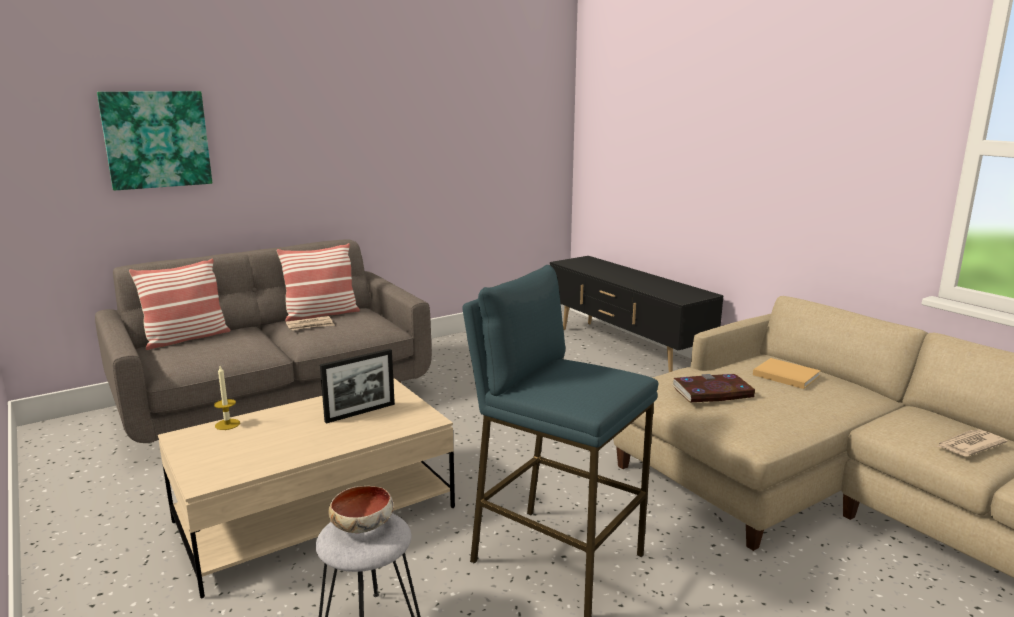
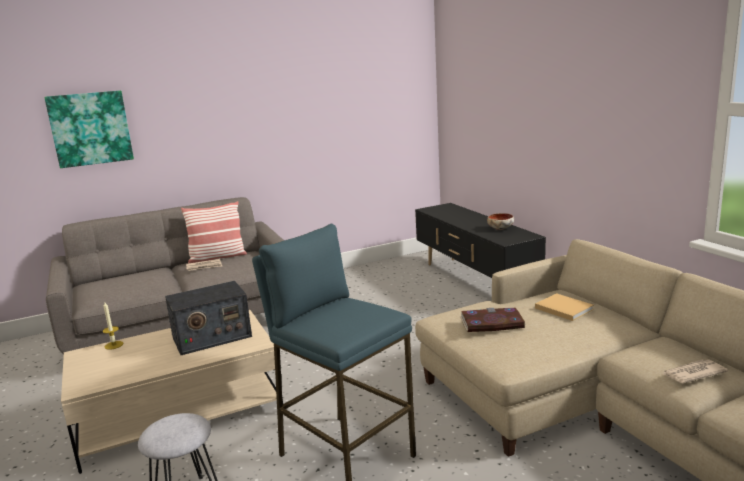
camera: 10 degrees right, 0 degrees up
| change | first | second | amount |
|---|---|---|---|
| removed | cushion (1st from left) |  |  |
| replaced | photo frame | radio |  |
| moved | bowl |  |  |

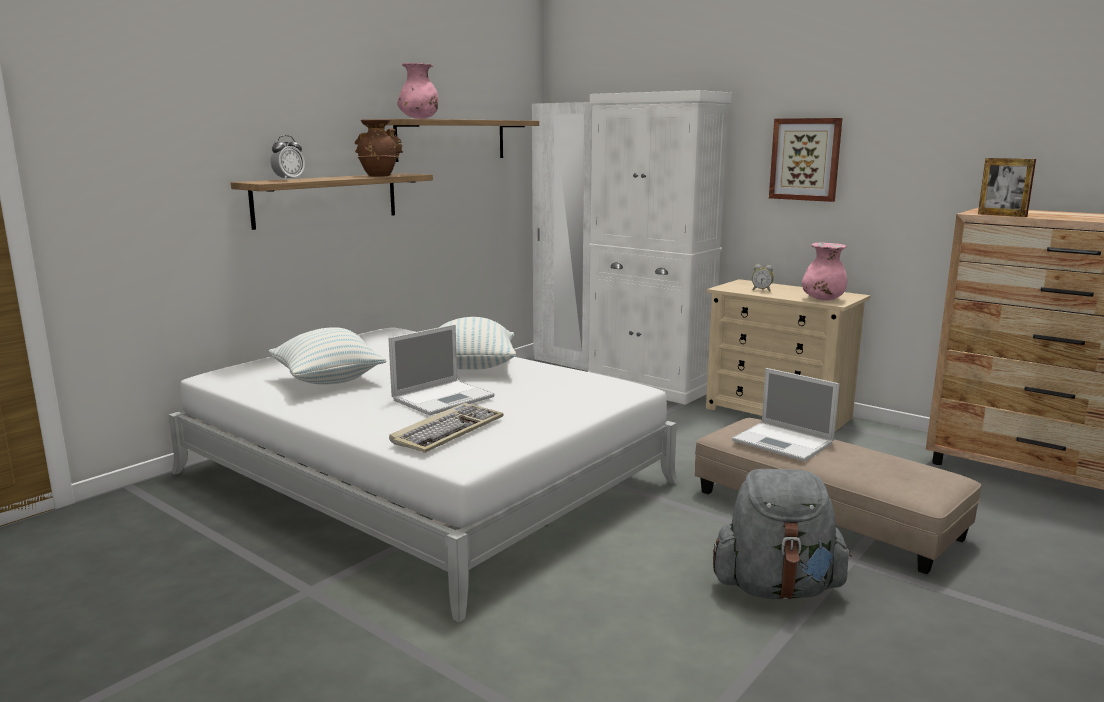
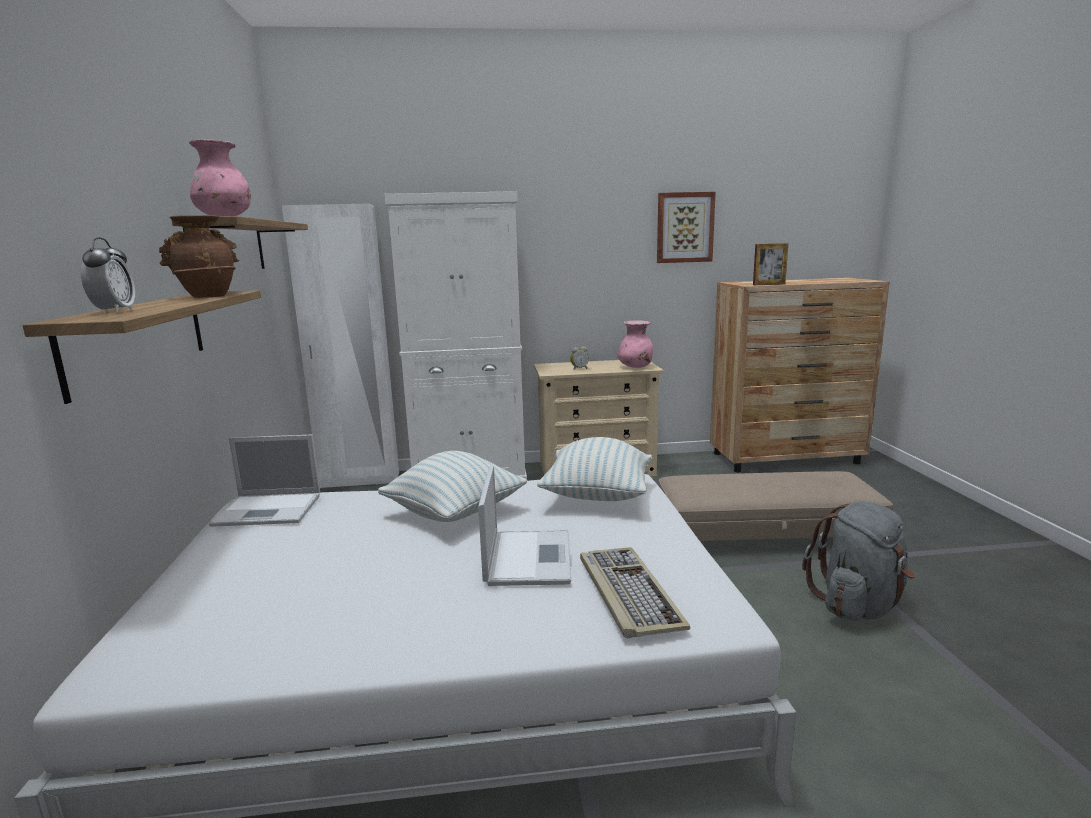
camera: 45 degrees left, 0 degrees up
| change | first | second | amount |
|---|---|---|---|
| moved | cushion (1st from left in the first image) | cushion (2nd from left) |  |
| moved | laptop (2nd from left in the first image) | laptop (1st from left) |  |
| moved | wall picture |  |  |

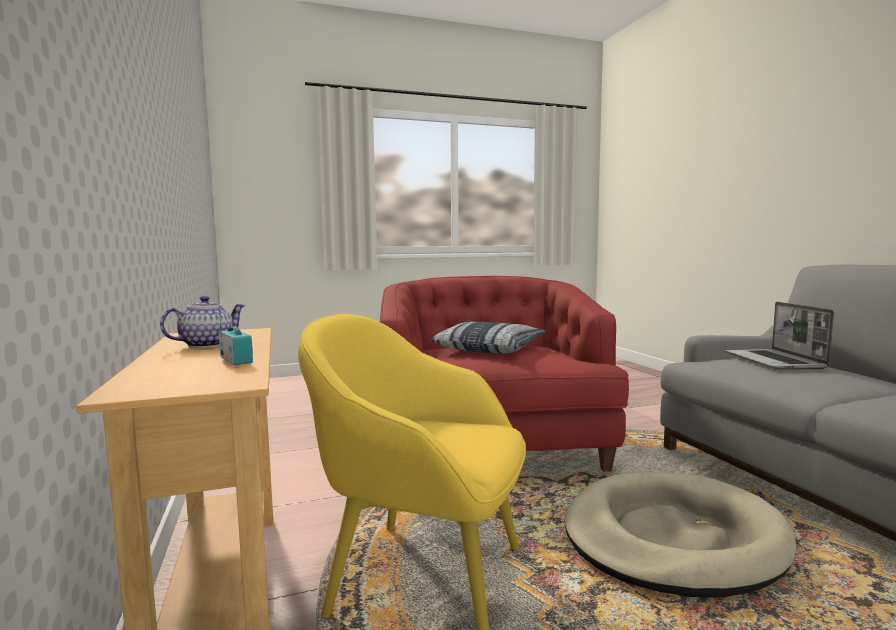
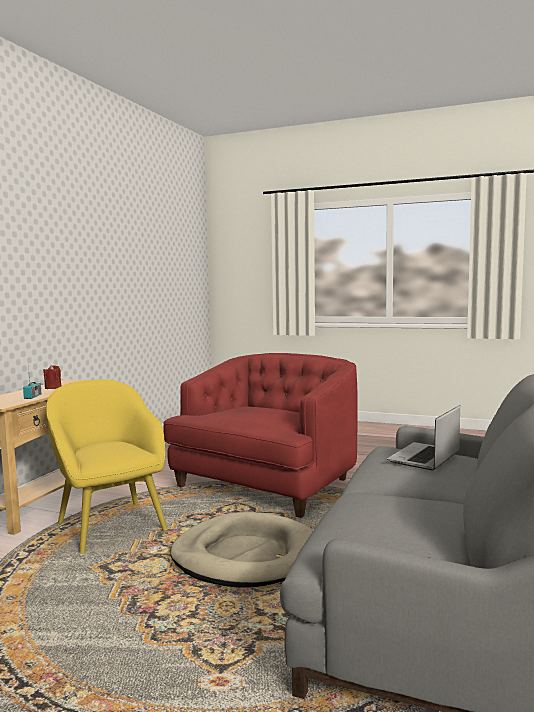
camera: 40 degrees right, 0 degrees up
| change | first | second | amount |
|---|---|---|---|
| replaced | pot for tea | wax light in red |  |
| removed | cushion |  |  |

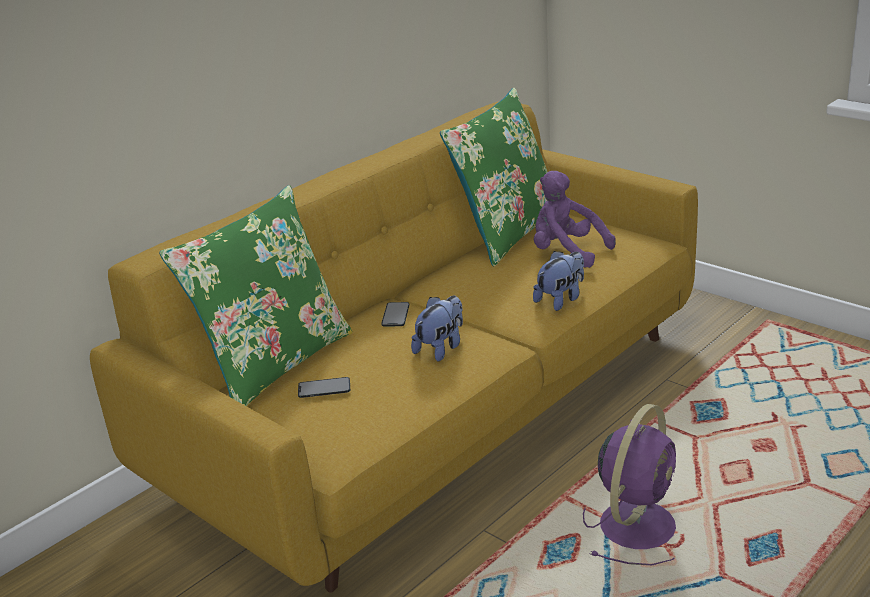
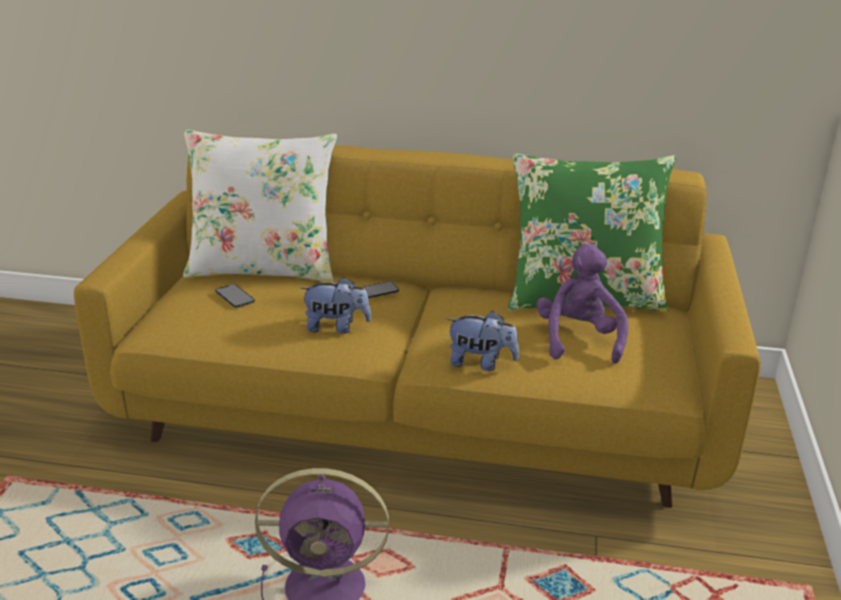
camera: 55 degrees right, 0 degrees up
| change | first | second | amount |
|---|---|---|---|
| recoloured | cushion in greenish (1st from left) | cushion in white |  |

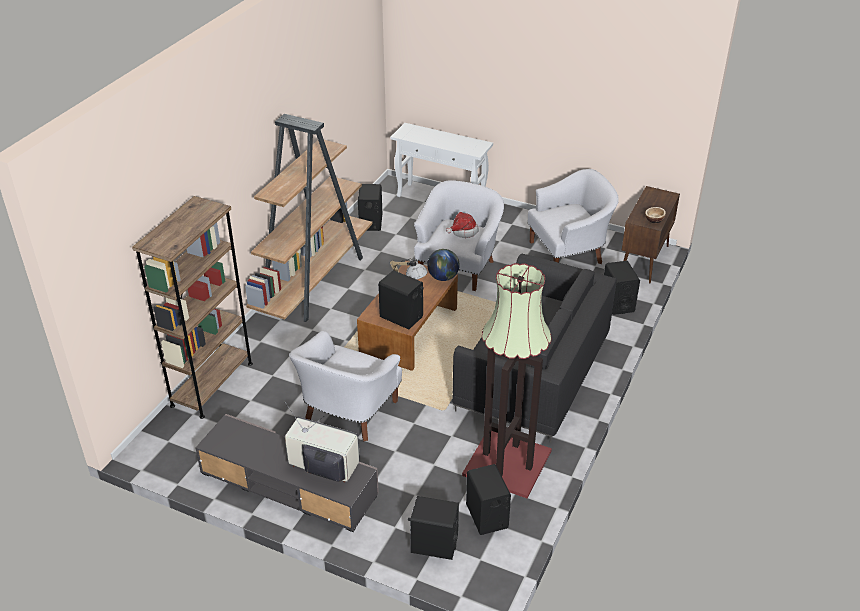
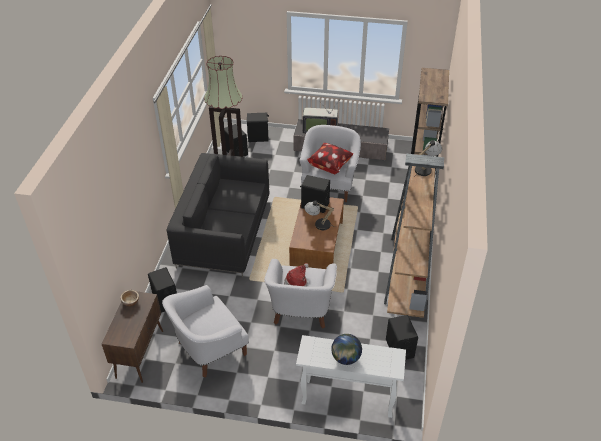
camera: 165 degrees right, 5 degrees up
| change | first | second | amount |
|---|---|---|---|
| moved | world globe |  |  |
| added |  | cushion |  |
| added |  | tabletop lamp (2nd from left) |  |

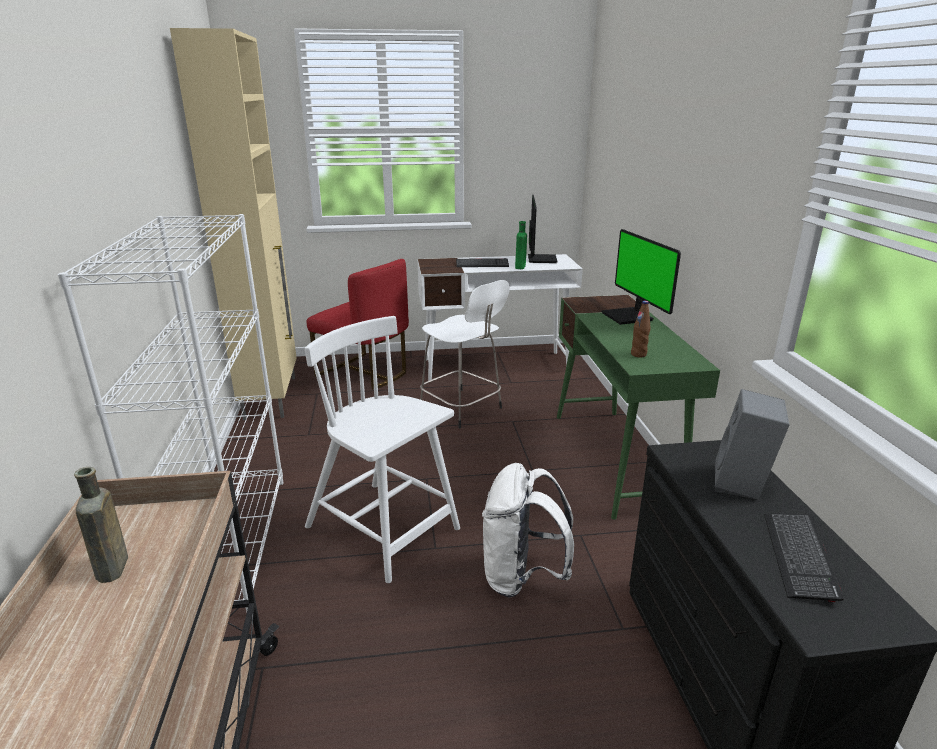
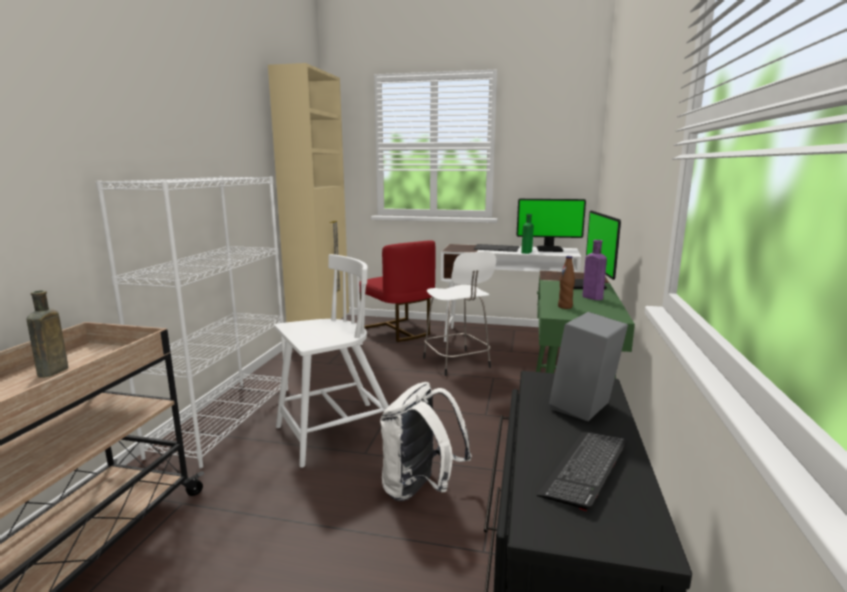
camera: 20 degrees right, 10 degrees down
| change | first | second | amount |
|---|---|---|---|
| turned | plain chair in white |  | 90 degrees clockwise |
| turned | computer display (1st from left) |  | 75 degrees clockwise |
| added |  | beverage bottle in purple |  |

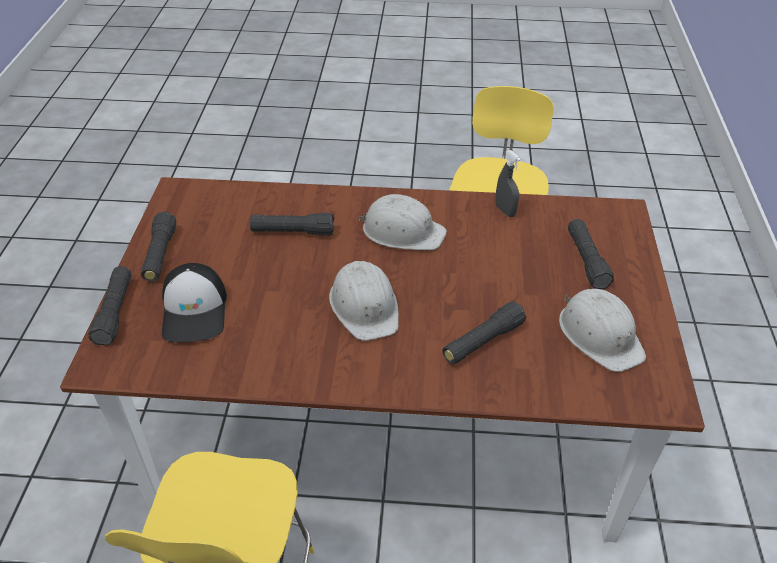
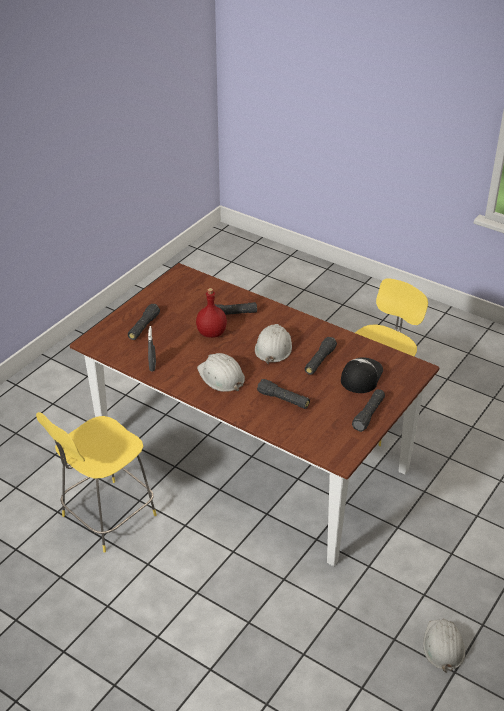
camera: 150 degrees left, 5 degrees down
| change | first | second | amount |
|---|---|---|---|
| moved | flashlight in black-coloured (1st from left in the first image) | flashlight in black-coloured (4th from left) |  |
| moved | safety helmet in white (3rd from left) |  |  |
| added |  | beverage bottle in red |  |

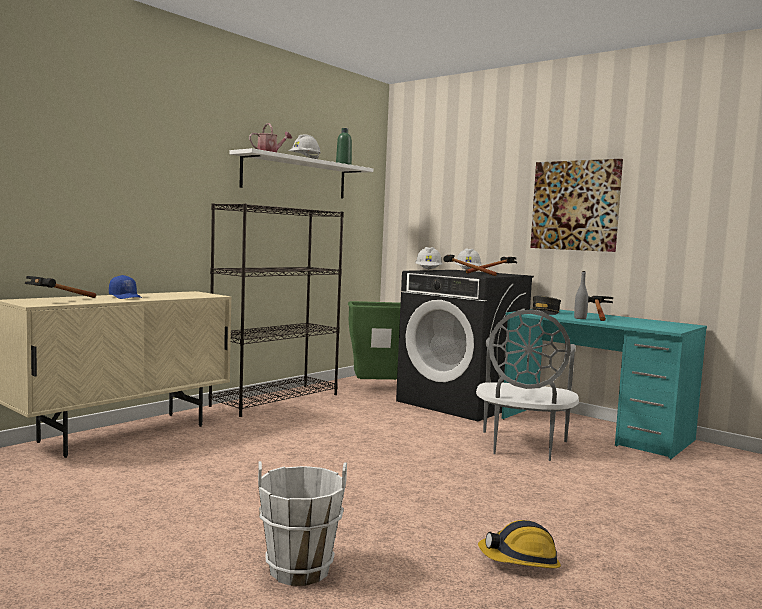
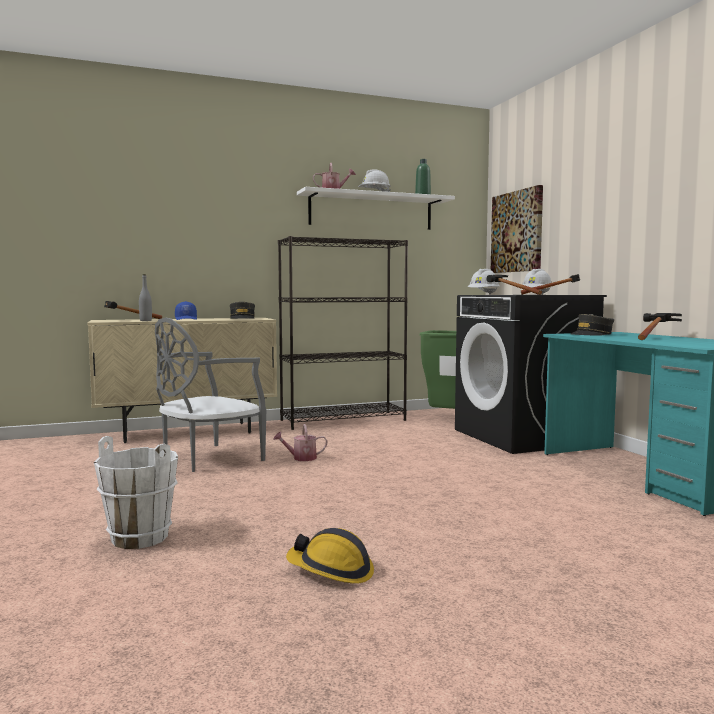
camera: 30 degrees right, 0 degrees up
| change | first | second | amount |
|---|---|---|---|
| moved | plain chair in greyish |  |  |
| moved | wall picture |  |  |
| moved | beverage bottle in greyish |  |  |
| added |  | peaked cap in greyish (1st from left) |  |
| added |  | sprinkling can (1st from left) |  |

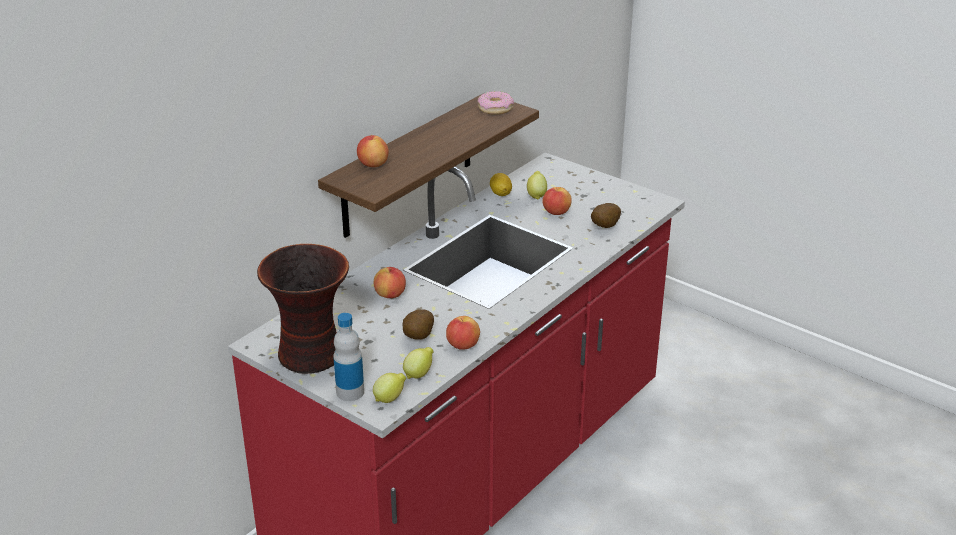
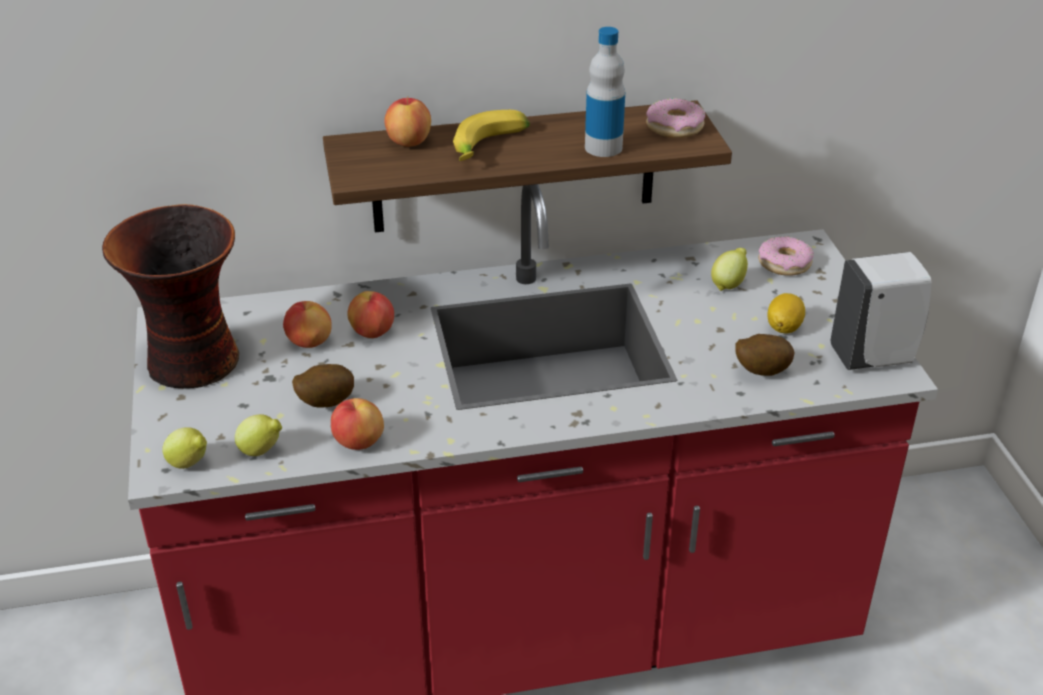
camera: 40 degrees right, 5 degrees up
| change | first | second | amount |
|---|---|---|---|
| moved | beverage bottle |  |  |
| moved | whole lemon (3rd from left in the first image) | whole lemon (4th from left) |  |
| moved | apple (4th from left in the first image) | apple (1st from left) |  |
| added |  | banana |  |
| added |  | doughnut (2nd from left) |  |
| added |  | soap dispenser in white |  |

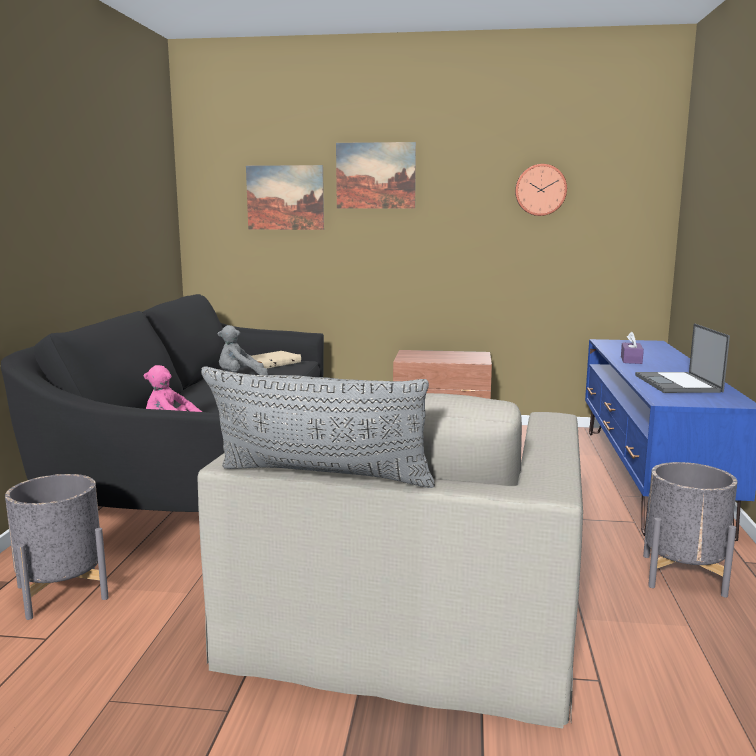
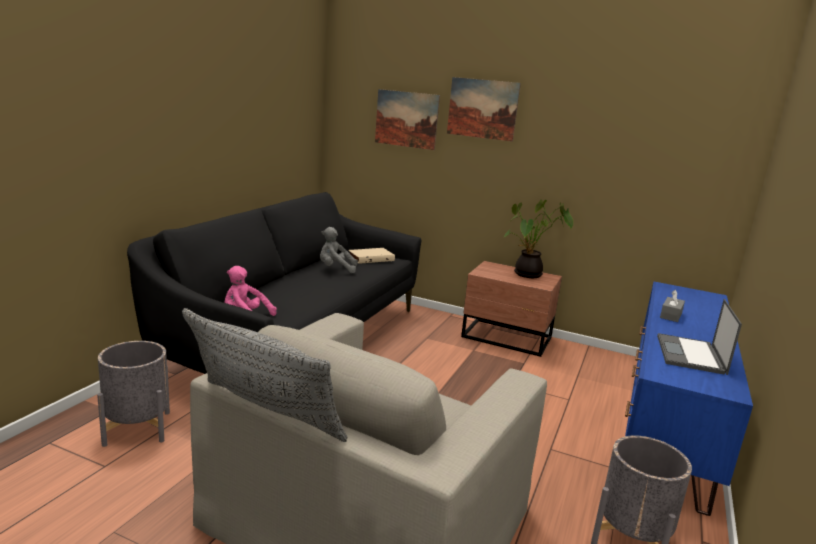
camera: 15 degrees right, 5 degrees up
| change | first | second | amount |
|---|---|---|---|
| removed | hanging clock |  |  |
| recoloured | box of tissues in purple | box of tissues in greyish |  |
| added |  | potted plant |  |

